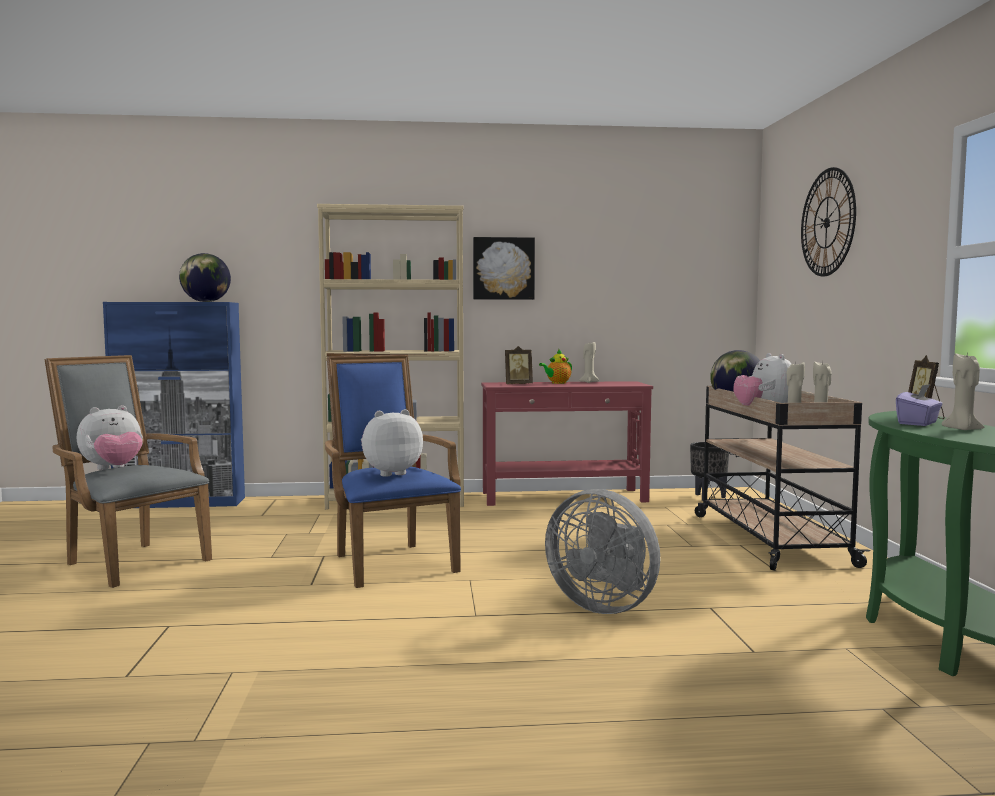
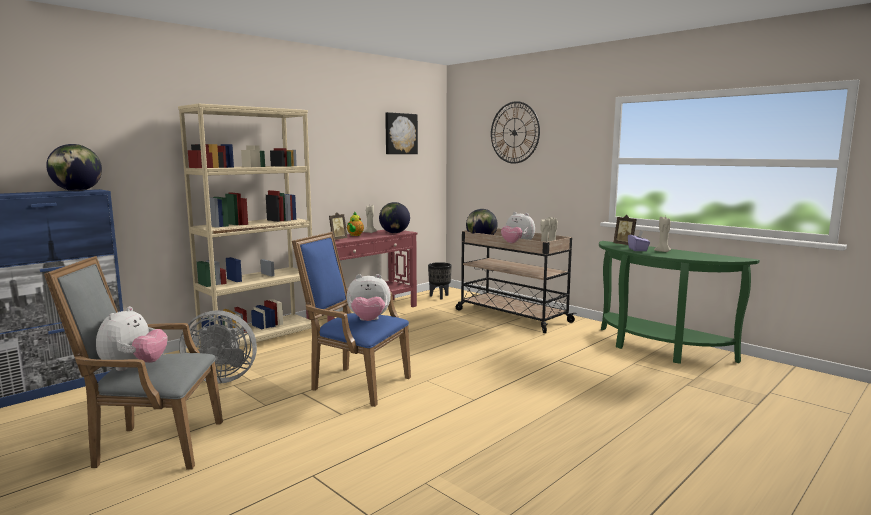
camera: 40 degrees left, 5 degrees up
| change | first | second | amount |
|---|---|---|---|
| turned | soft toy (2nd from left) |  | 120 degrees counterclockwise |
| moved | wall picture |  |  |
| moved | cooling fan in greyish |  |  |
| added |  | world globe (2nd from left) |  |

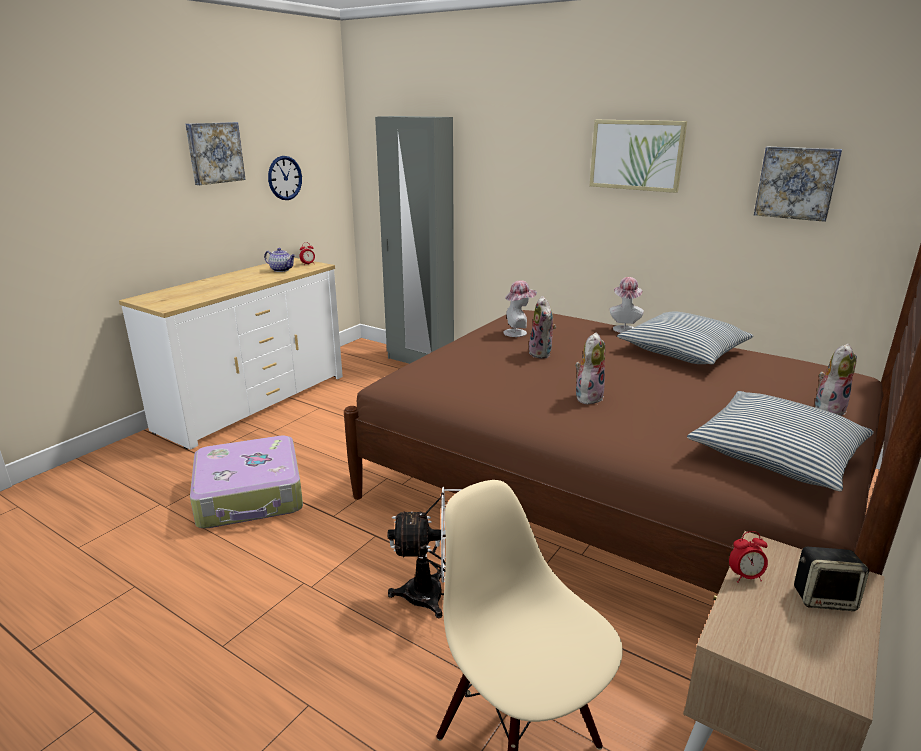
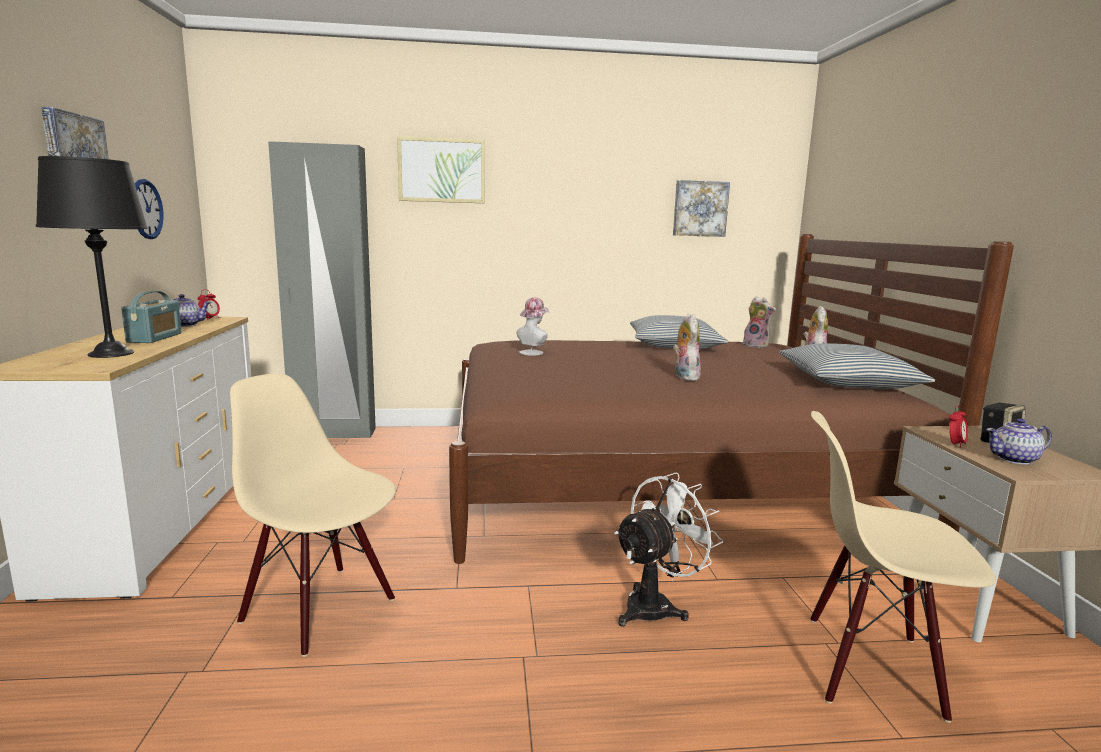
camera: 40 degrees left, 10 degrees down
| change | first | second | amount |
|---|---|---|---|
| replaced | piece of luggage | plain chair in beige-coloured (1st from left) |  |
| moved | soft toy (1st from left in the first image) | soft toy (2nd from left) |  |
| moved | wall picture (2nd from left) |  |  |
| removed | hat (2nd from left) |  |  |
| added |  | tabletop lamp in black-coloured |  |
| added |  | radio |  |
| added |  | pot for tea (2nd from left) |  |

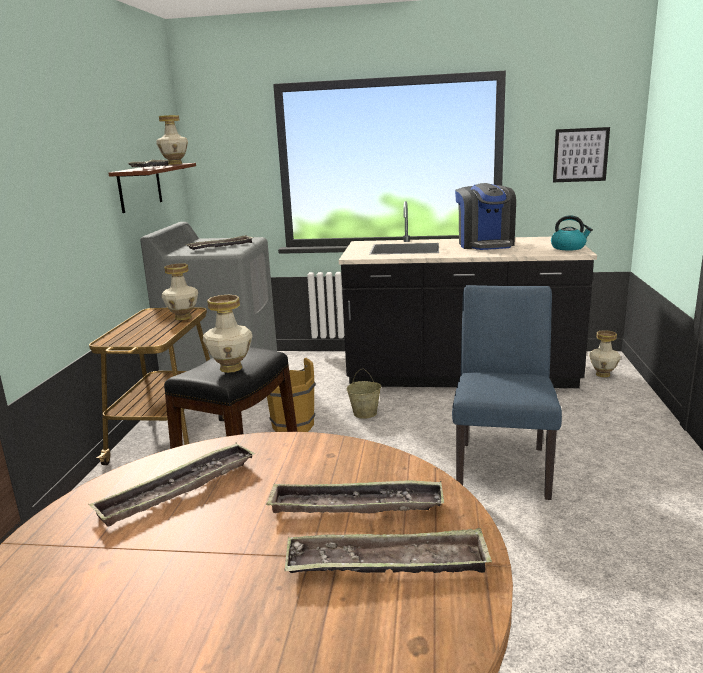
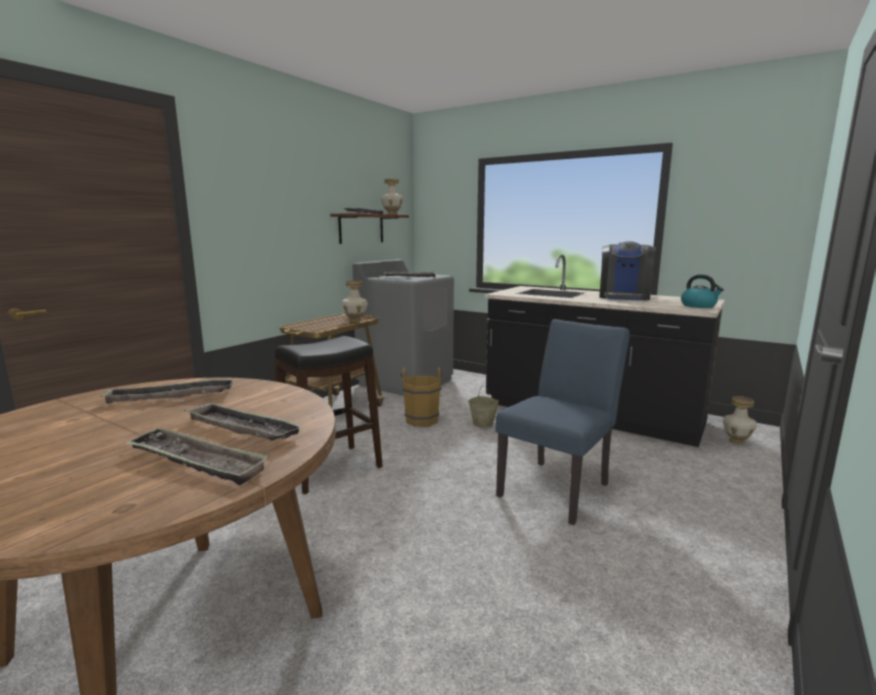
camera: 25 degrees right, 5 degrees down
| change | first | second | amount |
|---|---|---|---|
| removed | decorative vase (3rd from left) |  |  |
| removed | wall picture |  |  |

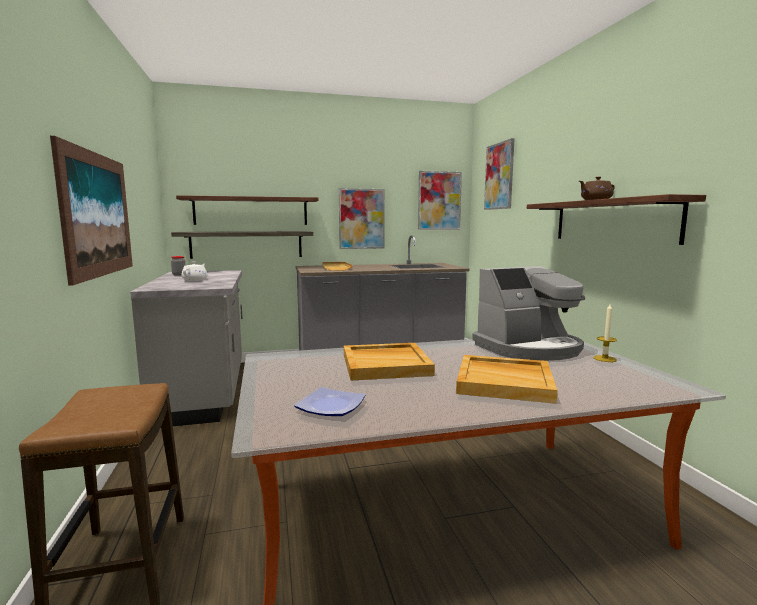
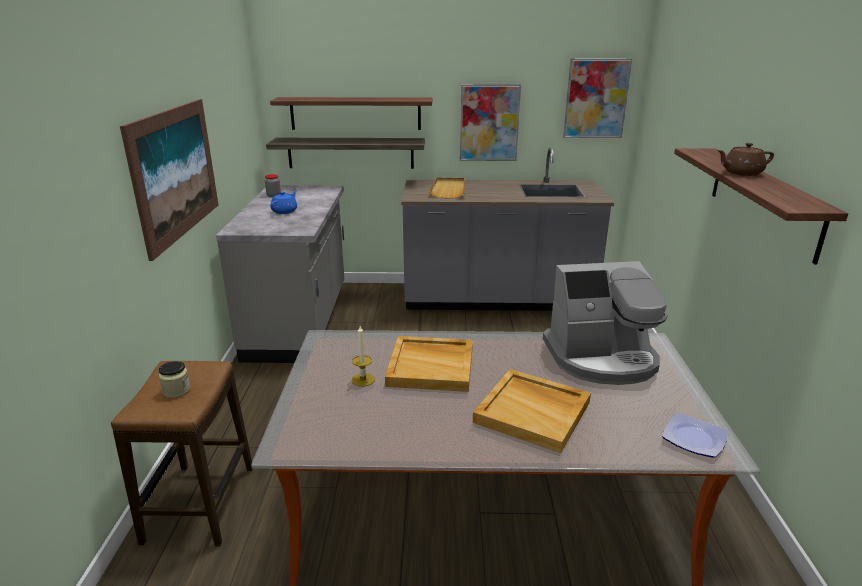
camera: 15 degrees right, 15 degrees up
| change | first | second | amount |
|---|---|---|---|
| recoloured | pot for tea in white | pot for tea in bluish |  |
| moved | flat dish |  |  |
| removed | wall picture (4th from left) |  |  |
| moved | wax light |  |  |
| added |  | storage jar (1st from left) |  |

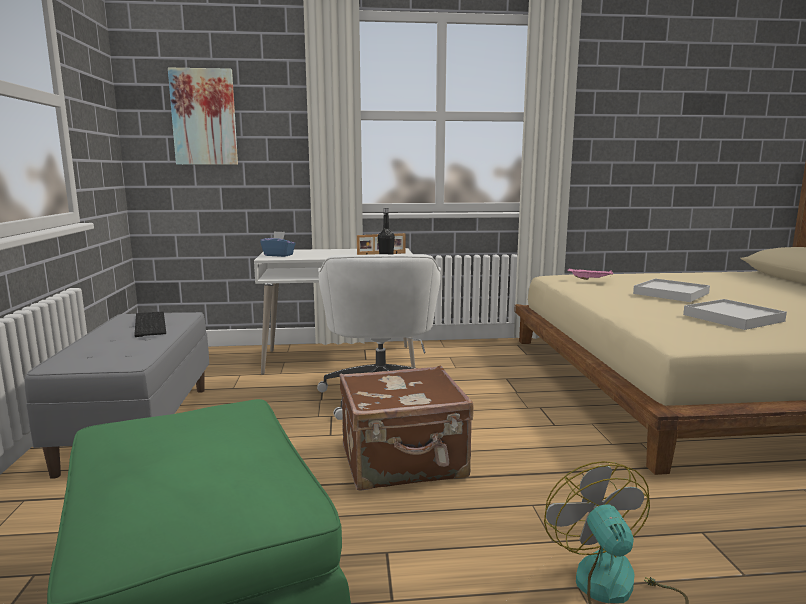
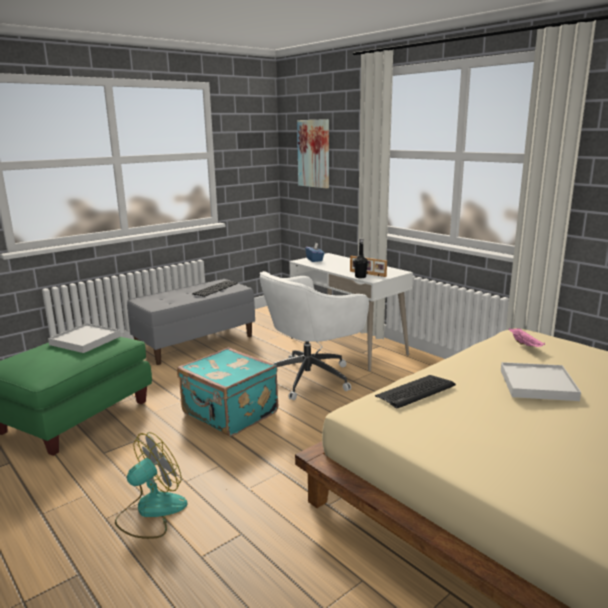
camera: 55 degrees right, 5 degrees up
| change | first | second | amount |
|---|---|---|---|
| recoloured | piece of luggage in brown | piece of luggage in turquoise-coloured |  |
| moved | carrying tray in white (2nd from left in the first image) | carrying tray in white (1st from left) |  |
| added |  | computer keyboard (2nd from left) |  |

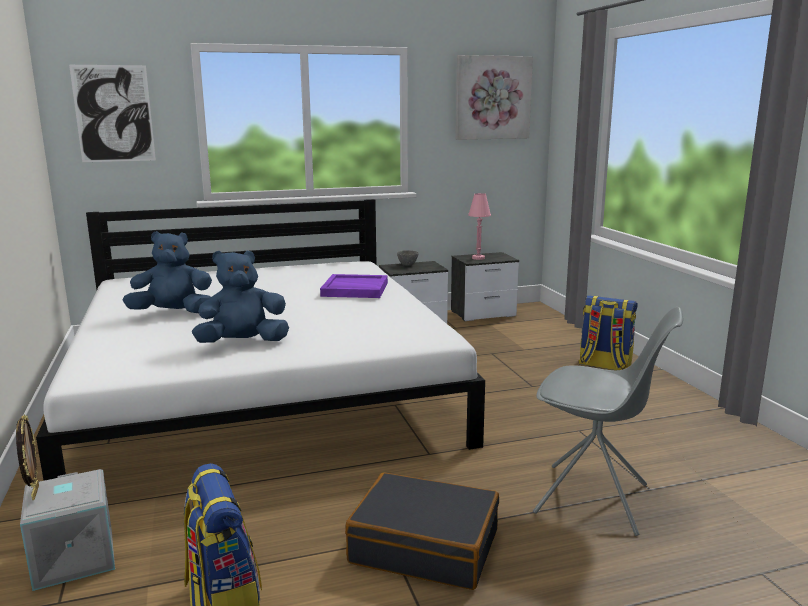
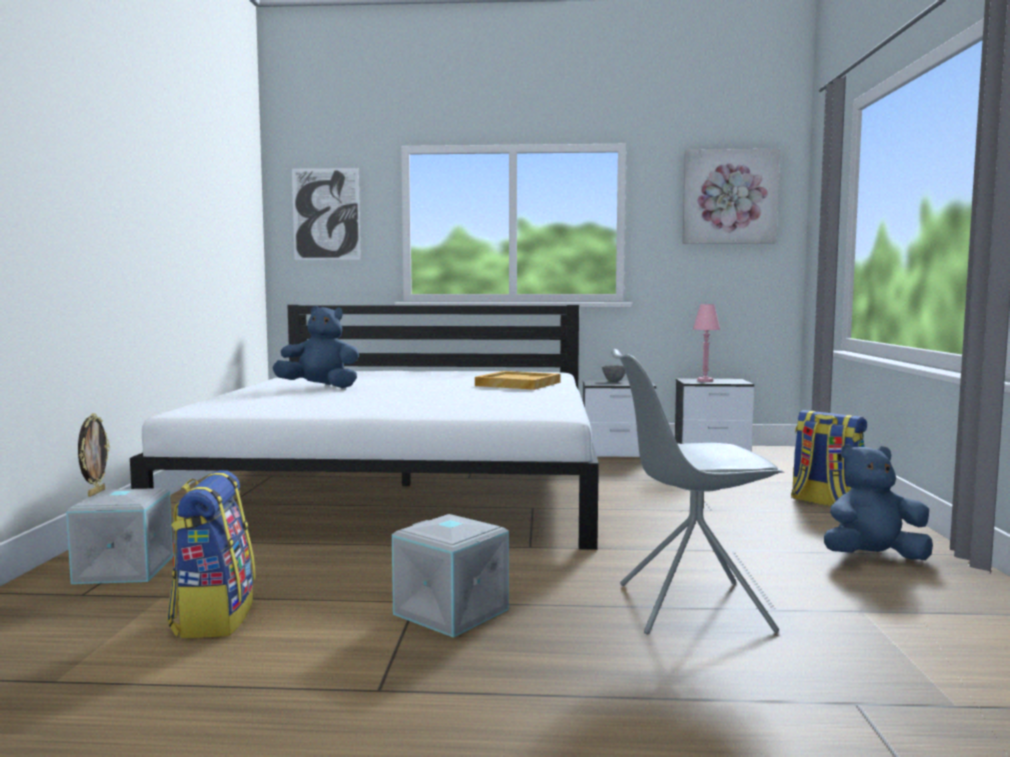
camera: 20 degrees right, 10 degrees down
| change | first | second | amount |
|---|---|---|---|
| moved | soft toy in bluish (2nd from left) |  |  |
| recoloured | carrying tray in purple | carrying tray in beige-coloured |  |
| replaced | piece of luggage in black-coloured | storage container in greyish (2nd from left) |  |
| turned | plain chair in greyish |  | 135 degrees clockwise |

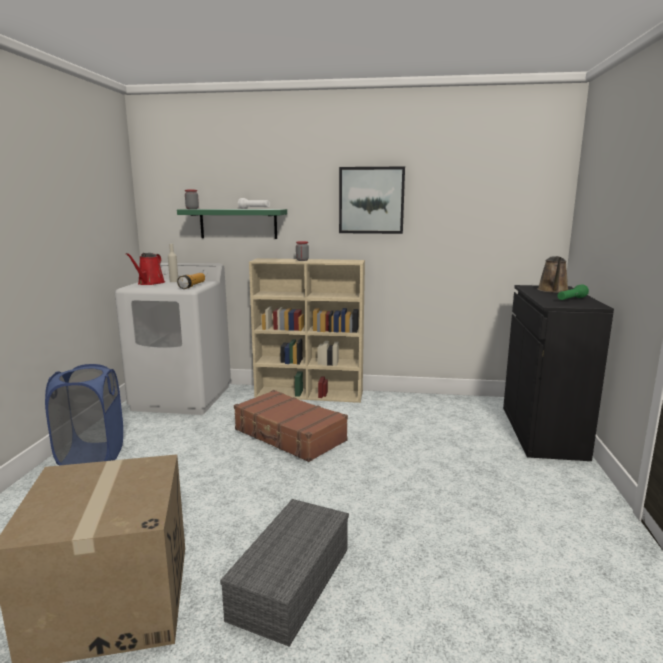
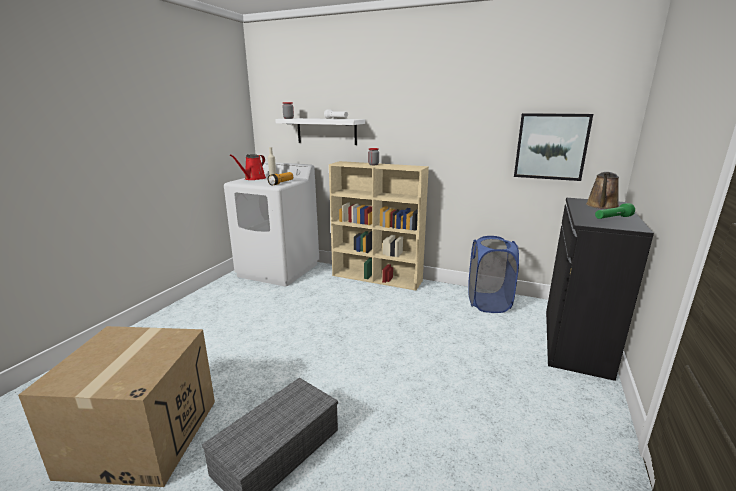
camera: 15 degrees right, 5 degrees up
| change | first | second | amount |
|---|---|---|---|
| moved | hamper in bluish |  |  |
| recoloured | shelf in greenish | shelf in white |  |
| removed | piece of luggage in brown |  |  |
| moved | wall picture |  |  |

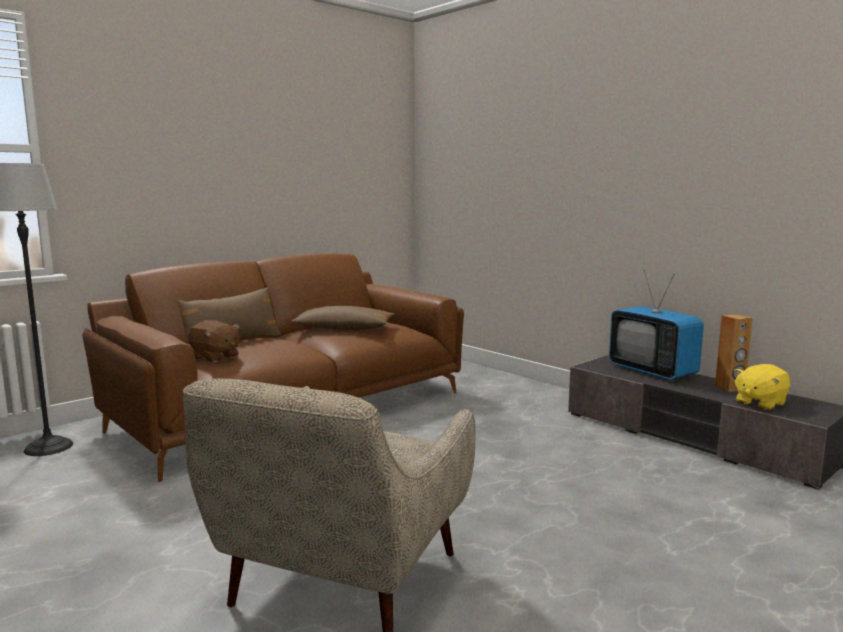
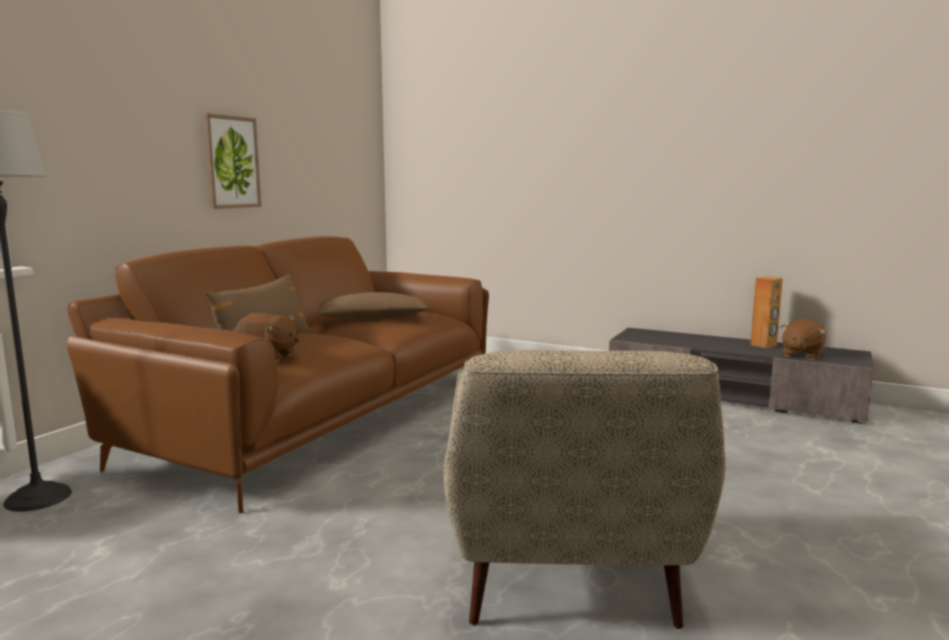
camera: 20 degrees left, 0 degrees up
| change | first | second | amount |
|---|---|---|---|
| removed | TV |  |  |
| recoloured | soft toy in yellowish | soft toy in brown (2nd from left) |  |
| added |  | wall picture |  |

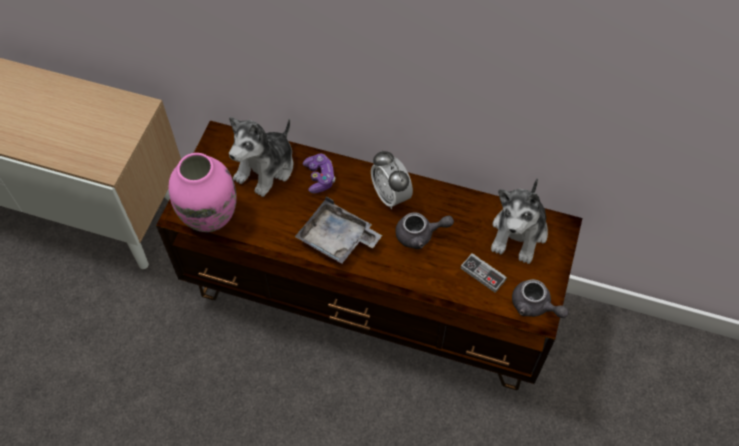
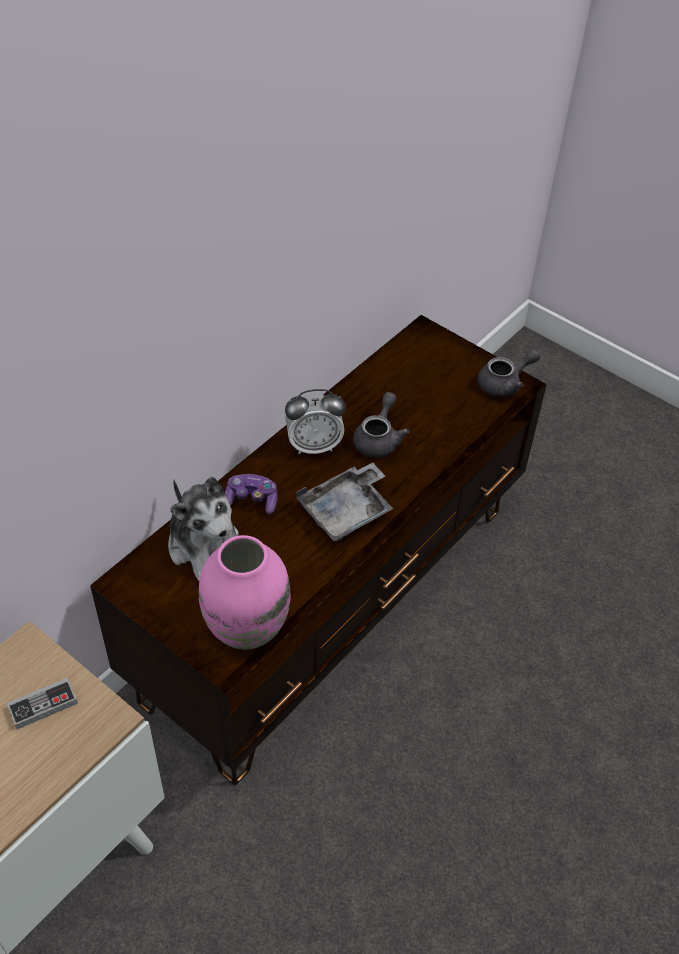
camera: 70 degrees left, 10 degrees down
| change | first | second | amount |
|---|---|---|---|
| moved | gamepad (2nd from left in the first image) | gamepad (1st from left) |  |
| removed | soft toy (2nd from left) |  |  |

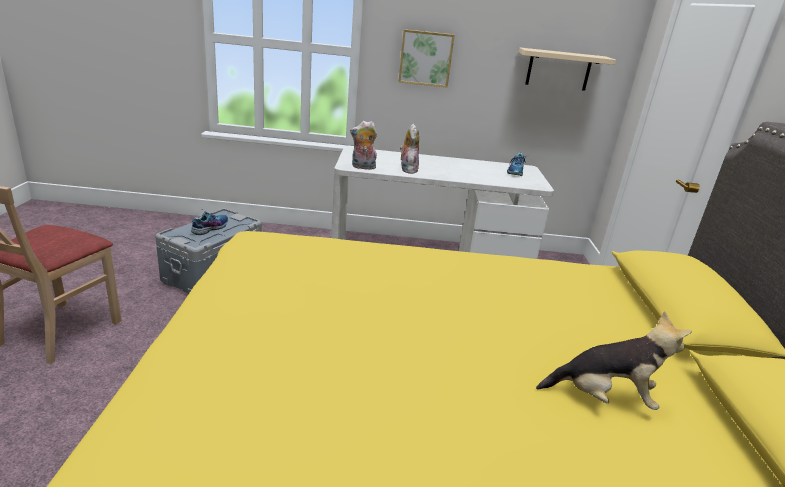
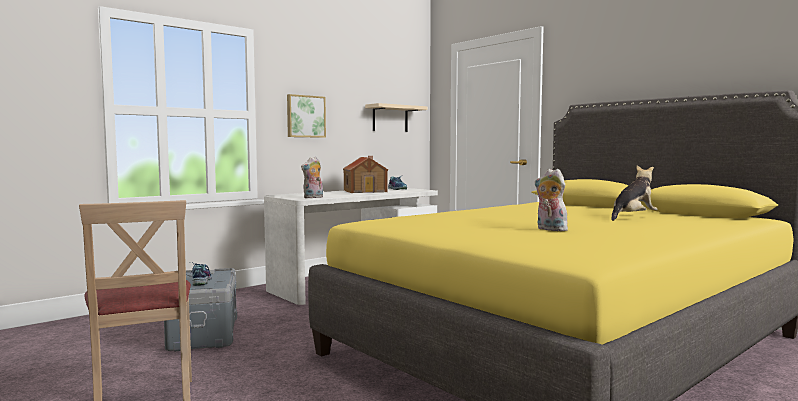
camera: 40 degrees left, 20 degrees down
| change | first | second | amount |
|---|---|---|---|
| moved | soft toy (2nd from left) |  |  |
| added |  | miniature house |  |

